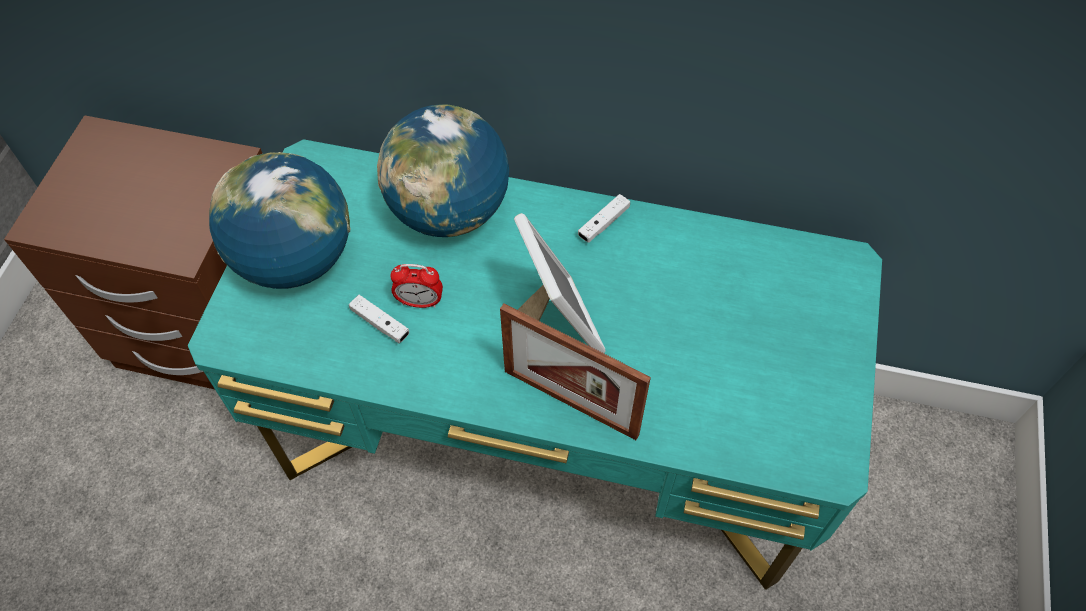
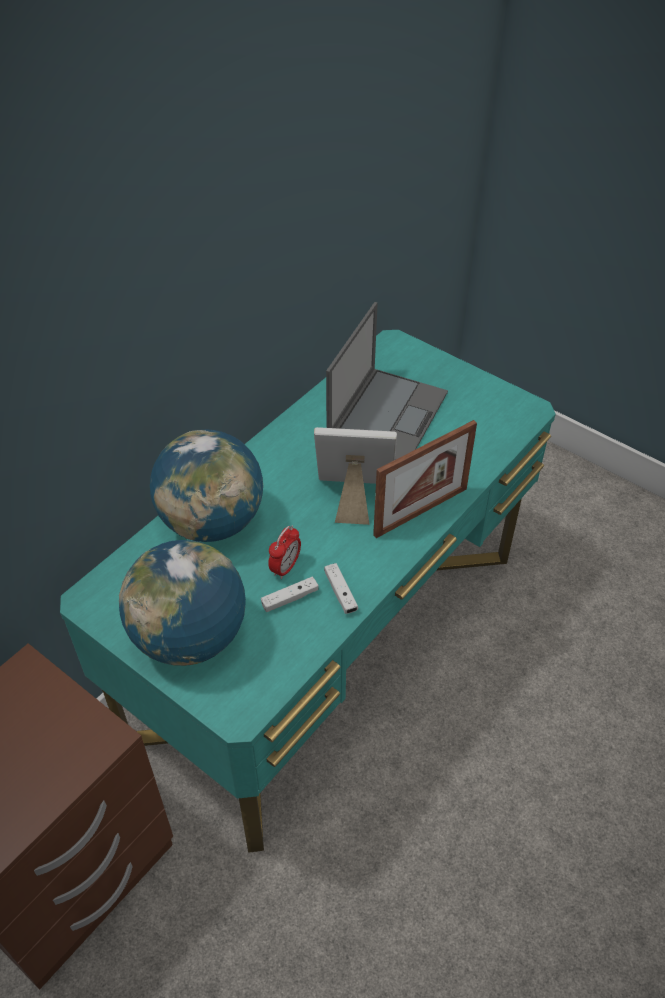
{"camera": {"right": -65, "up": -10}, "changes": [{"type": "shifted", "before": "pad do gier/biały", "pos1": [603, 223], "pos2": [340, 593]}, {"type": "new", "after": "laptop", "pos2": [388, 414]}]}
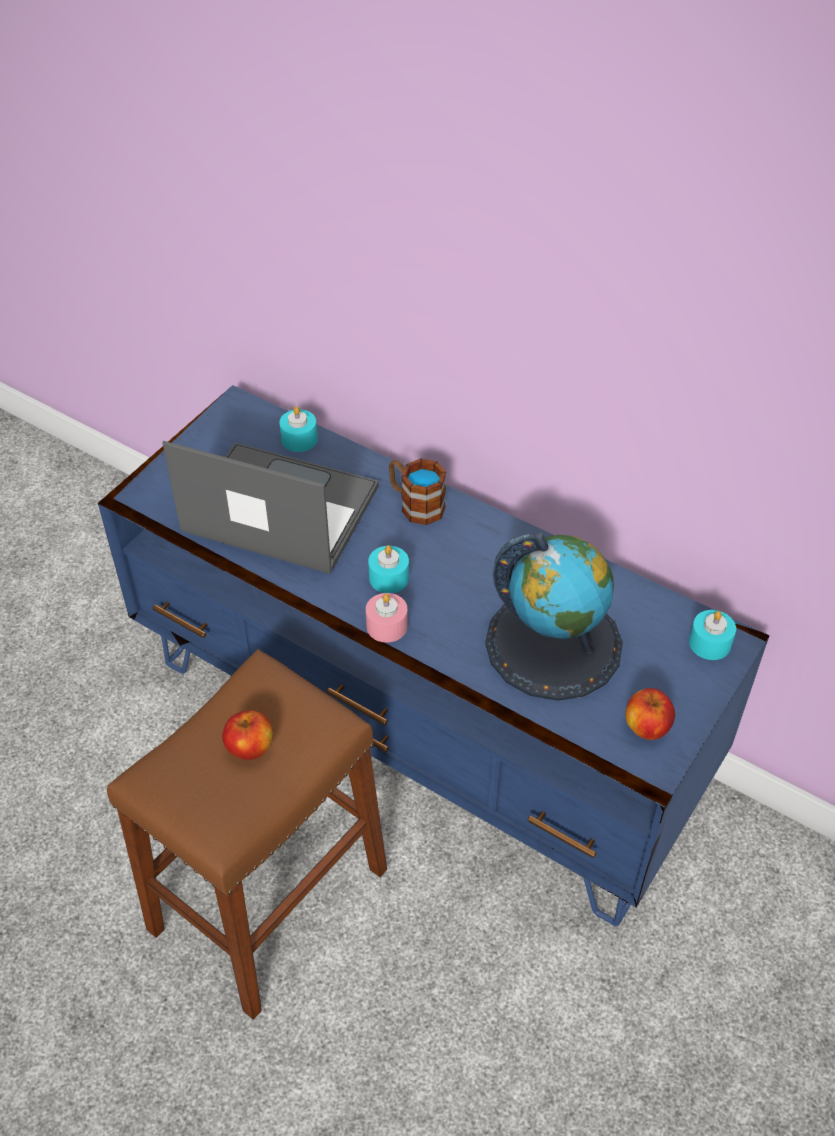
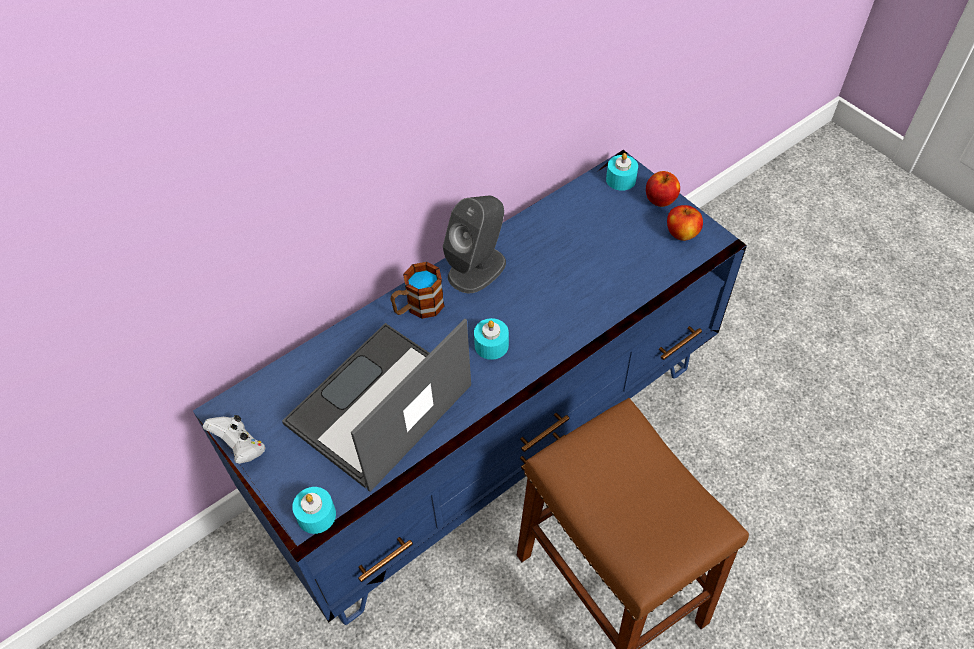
{"camera": {"right": -70, "up": 5}, "changes": [{"type": "shifted", "before": "świeca/turkusowy", "pos1": [299, 439], "pos2": [316, 515]}, {"type": "gone", "before": "globus", "pos1": [554, 643]}, {"type": "gone", "before": "świeca/różowy", "pos1": [387, 626]}, {"type": "shifted", "before": "jabłko", "pos1": [250, 748], "pos2": [660, 200]}, {"type": "new", "after": "głośnik/szary", "pos2": [477, 268]}, {"type": "new", "after": "pad do gier/biały", "pos2": [240, 447]}]}
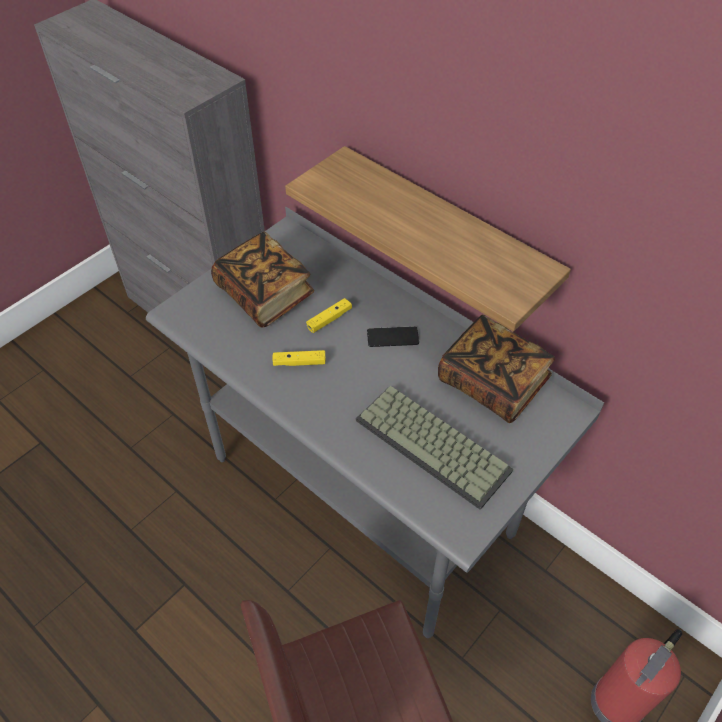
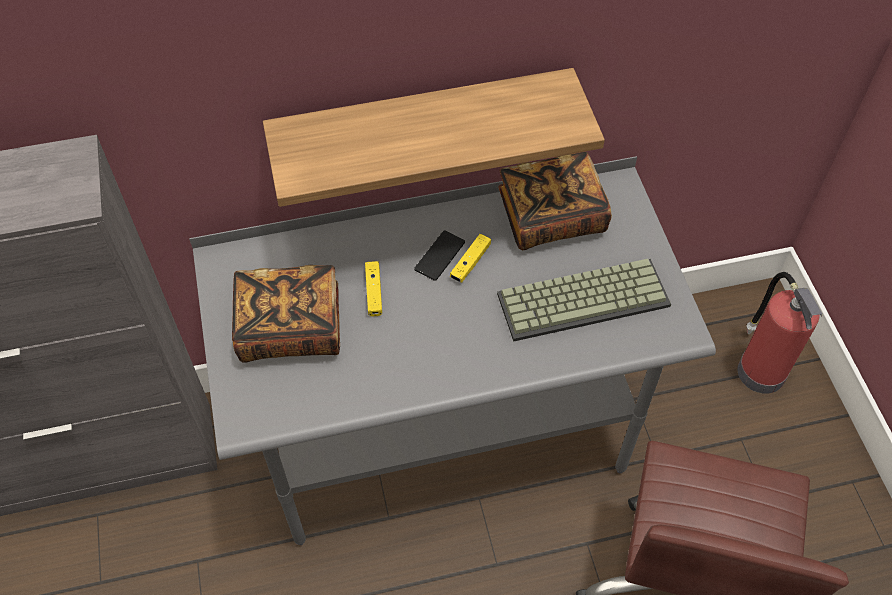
{"camera": {"right": -55, "up": 5}, "changes": [{"type": "shifted", "before": "pad do gier/żółty", "pos1": [299, 362], "pos2": [470, 262]}]}
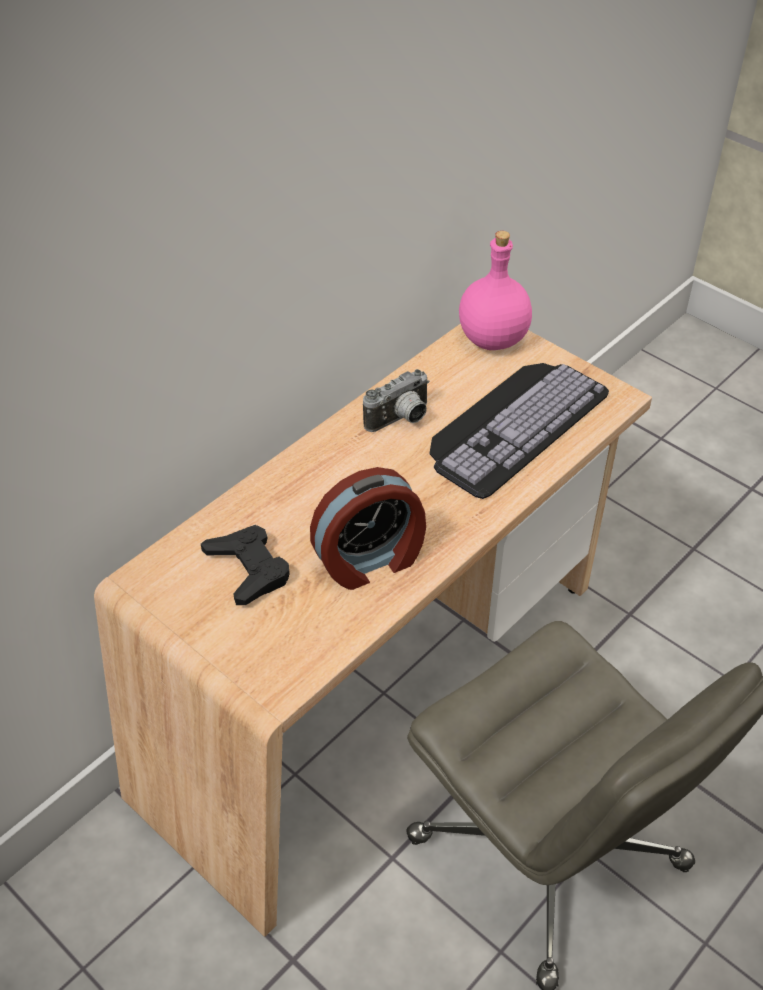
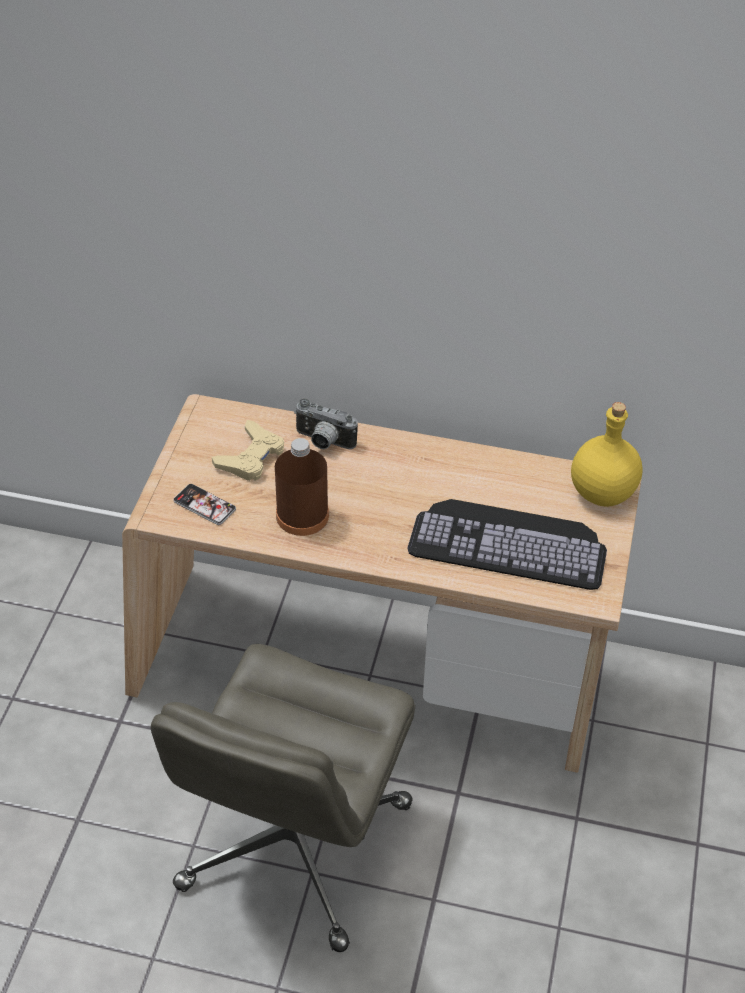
{"camera": {"right": 60, "up": 0}, "changes": [{"type": "repainted", "before": "butelka/różowy", "after": "butelka/żółty", "pos1": [494, 339], "pos2": [603, 493]}, {"type": "shifted", "before": "aparat fotograficzny", "pos1": [401, 420], "pos2": [323, 442]}, {"type": "swapped", "before": "budzik", "after": "butelka/brązowy", "pos1": [370, 561], "pos2": [302, 516]}, {"type": "repainted", "before": "pad do gier/czarny", "after": "pad do gier/beżowy", "pos1": [248, 569], "pos2": [251, 457]}, {"type": "new", "after": "telefon", "pos2": [204, 505]}]}
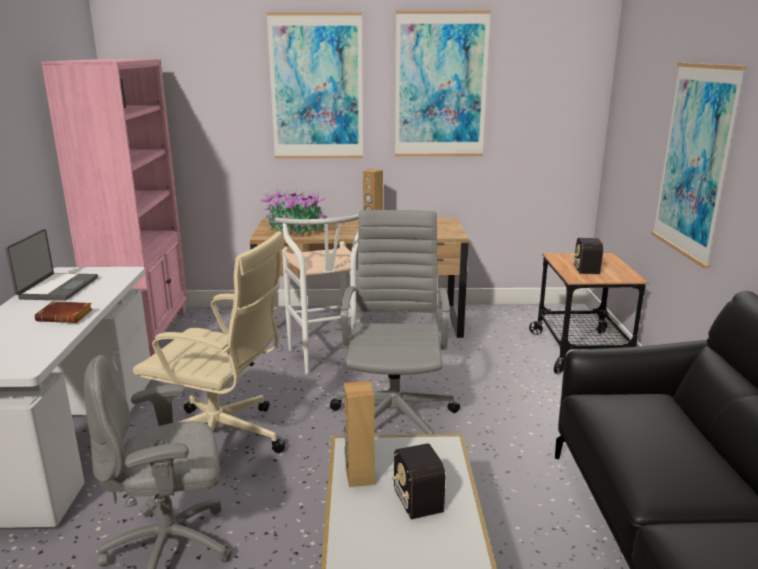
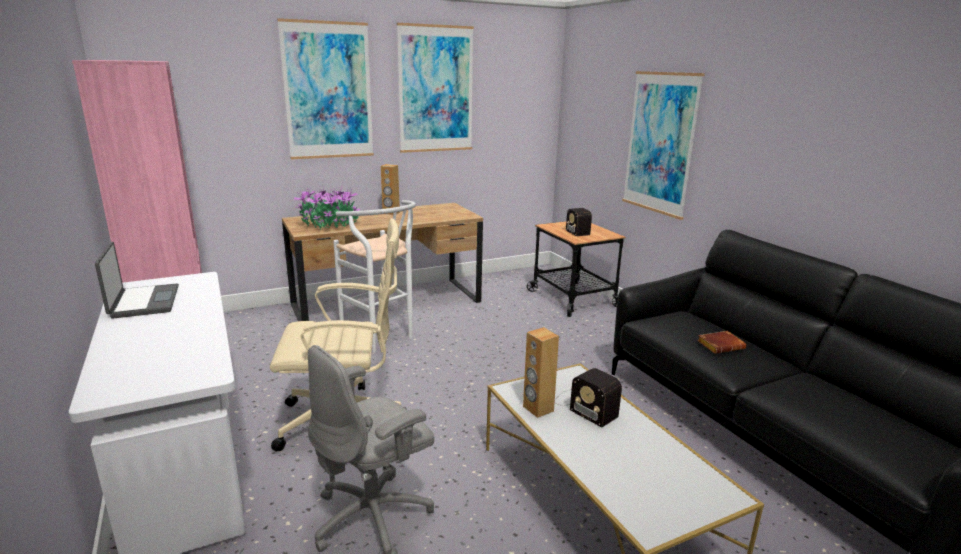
{"camera": {"right": -25, "up": 0}, "changes": [{"type": "gone", "before": "krzesło biurowe/szary", "pos1": [395, 417]}, {"type": "shifted", "before": "książka/brązowy", "pos1": [67, 316], "pos2": [720, 345]}]}
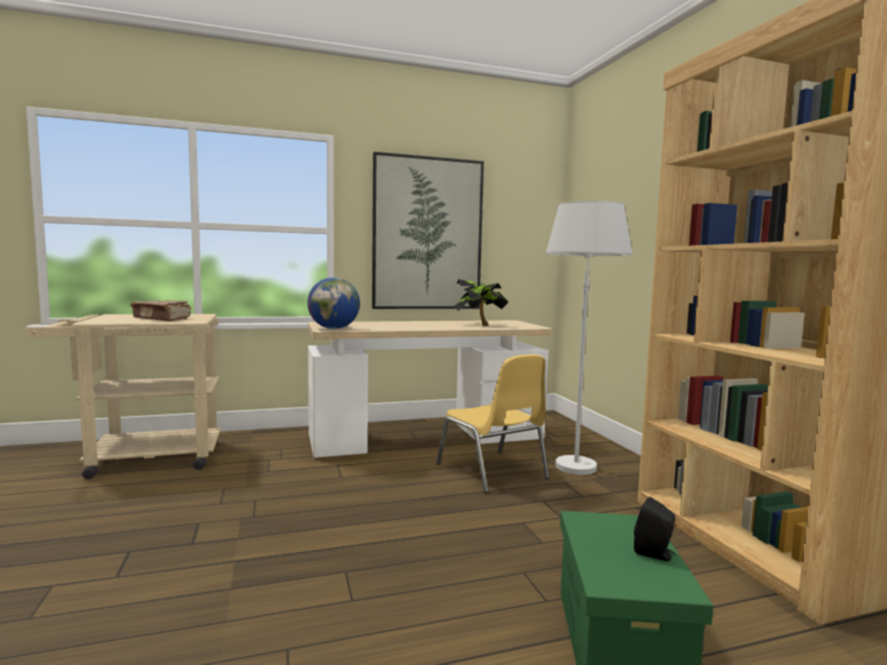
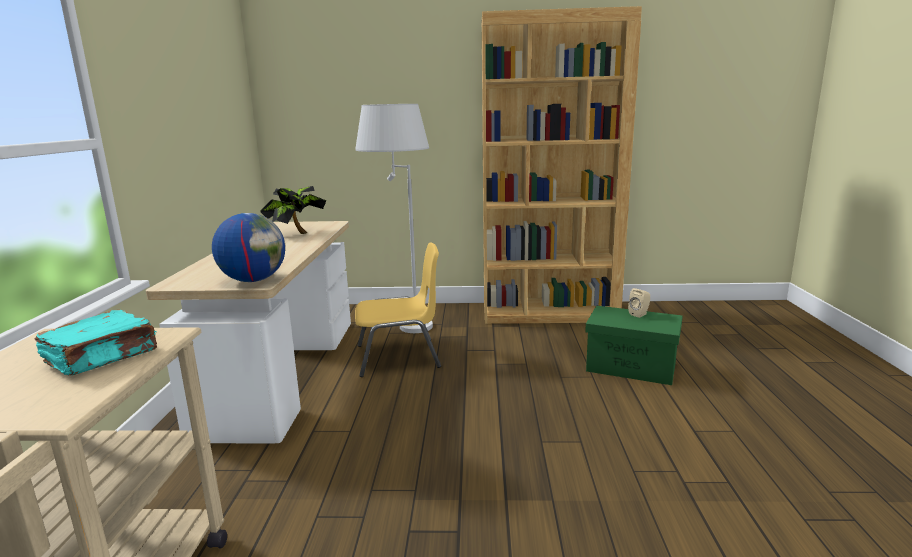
{"camera": {"right": -70, "up": 10}, "changes": [{"type": "gone", "before": "obraz", "pos1": [427, 234]}, {"type": "repainted", "before": "książka/brązowy", "after": "książka/turkusowy", "pos1": [162, 319], "pos2": [103, 357]}, {"type": "repainted", "before": "głośnik/czarny", "after": "głośnik/beżowy", "pos1": [654, 554], "pos2": [639, 314]}]}
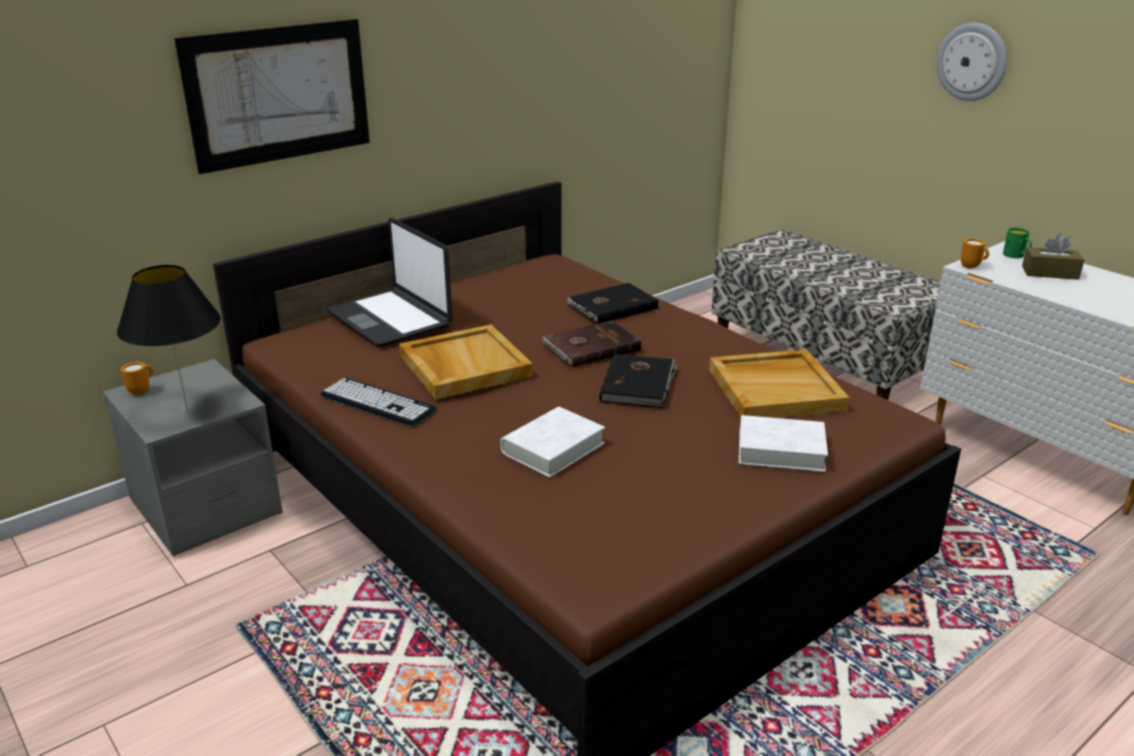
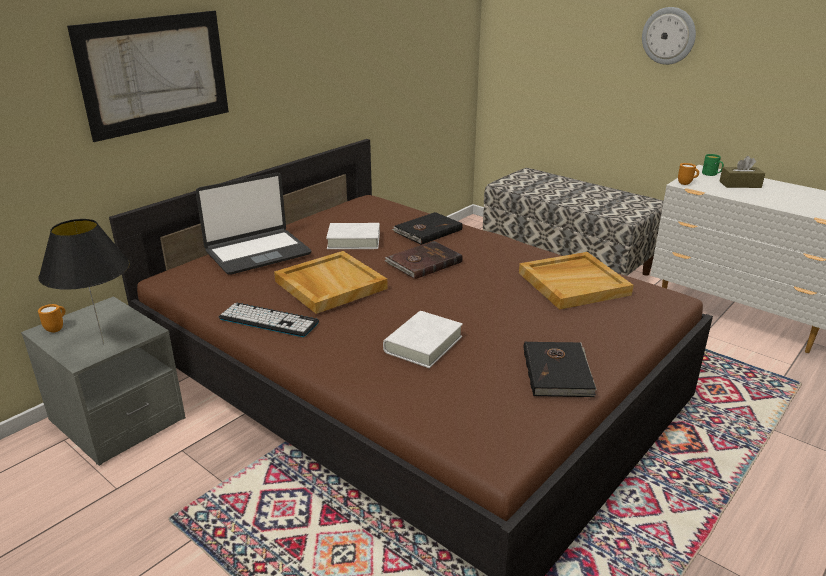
{"camera": {"right": -10, "up": 0}, "changes": [{"type": "rotated", "before": "laptop", "pos1": [391, 319], "pos2": [257, 252], "turn": -75}, {"type": "shifted", "before": "książka/czarny", "pos1": [639, 384], "pos2": [558, 372]}, {"type": "shifted", "before": "książka/biały", "pos1": [781, 450], "pos2": [354, 240]}]}
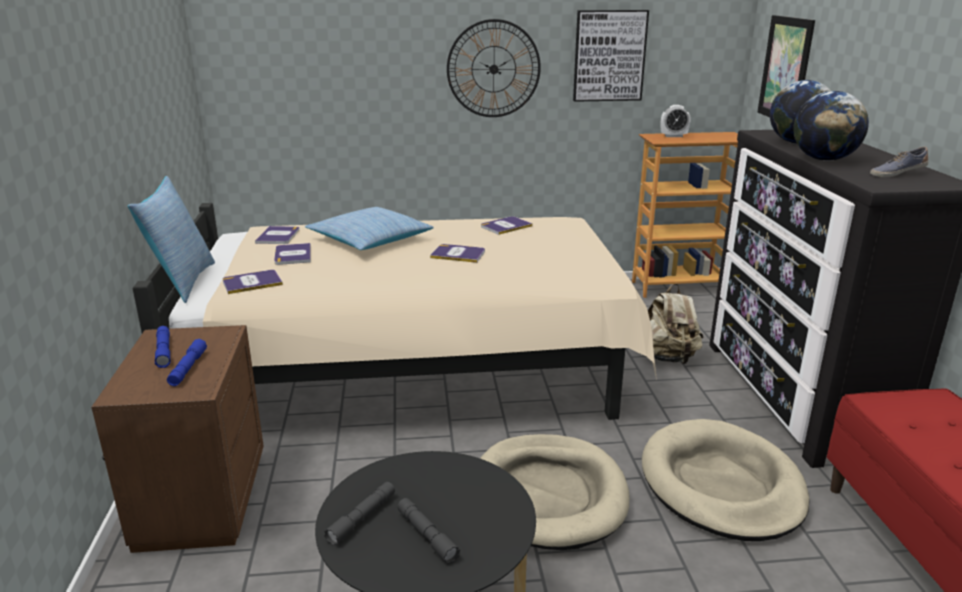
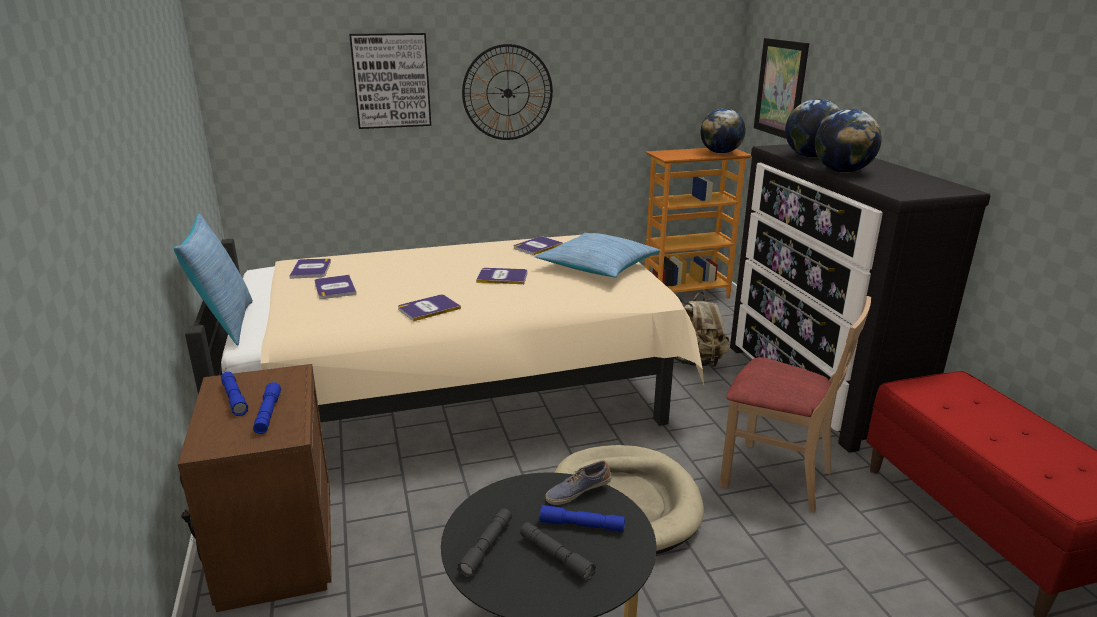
{"camera": {"right": -10, "up": 0}, "changes": [{"type": "shifted", "before": "obraz", "pos1": [609, 56], "pos2": [391, 81]}, {"type": "gone", "before": "budzik", "pos1": [673, 136]}, {"type": "shifted", "before": "but", "pos1": [896, 174], "pos2": [577, 492]}, {"type": "shifted", "before": "poduszka", "pos1": [369, 240], "pos2": [597, 266]}, {"type": "shifted", "before": "książka", "pos1": [252, 282], "pos2": [428, 308]}, {"type": "swapped", "before": "legowisko/beżowy", "after": "krzesło/beżowy", "pos1": [721, 484], "pos2": [776, 476]}, {"type": "new", "after": "globus", "pos2": [720, 153]}, {"type": "new", "after": "latarka/niebieski", "pos2": [582, 525]}]}
